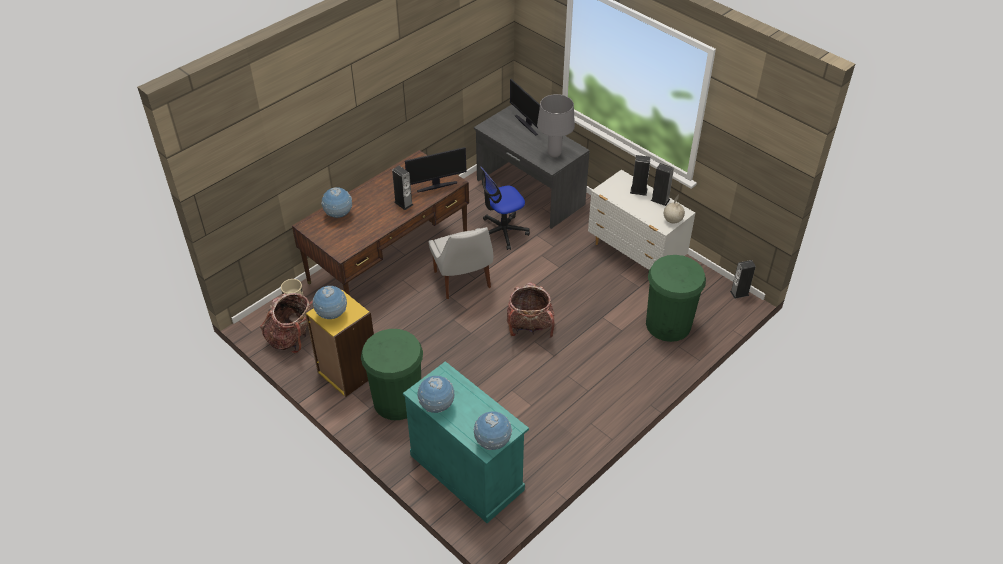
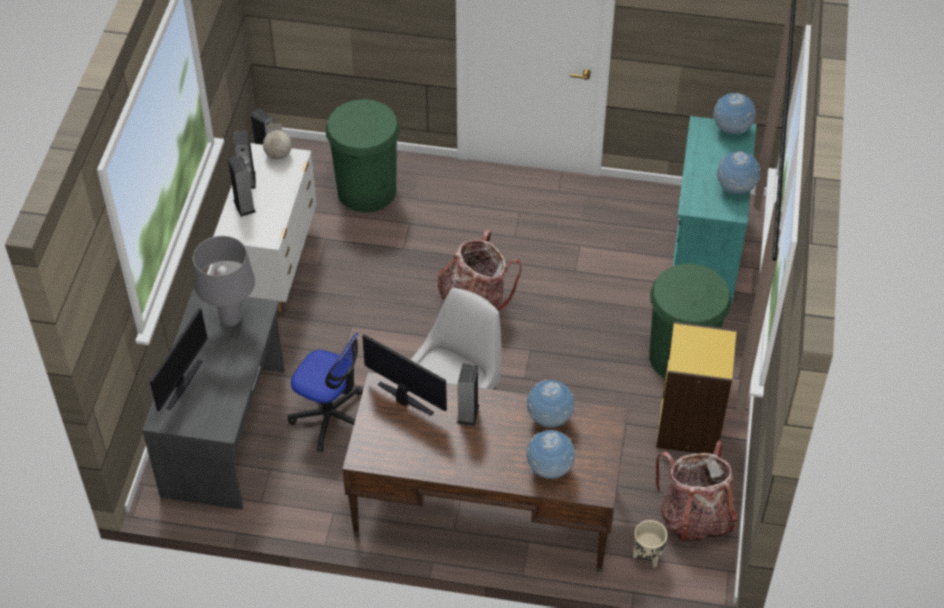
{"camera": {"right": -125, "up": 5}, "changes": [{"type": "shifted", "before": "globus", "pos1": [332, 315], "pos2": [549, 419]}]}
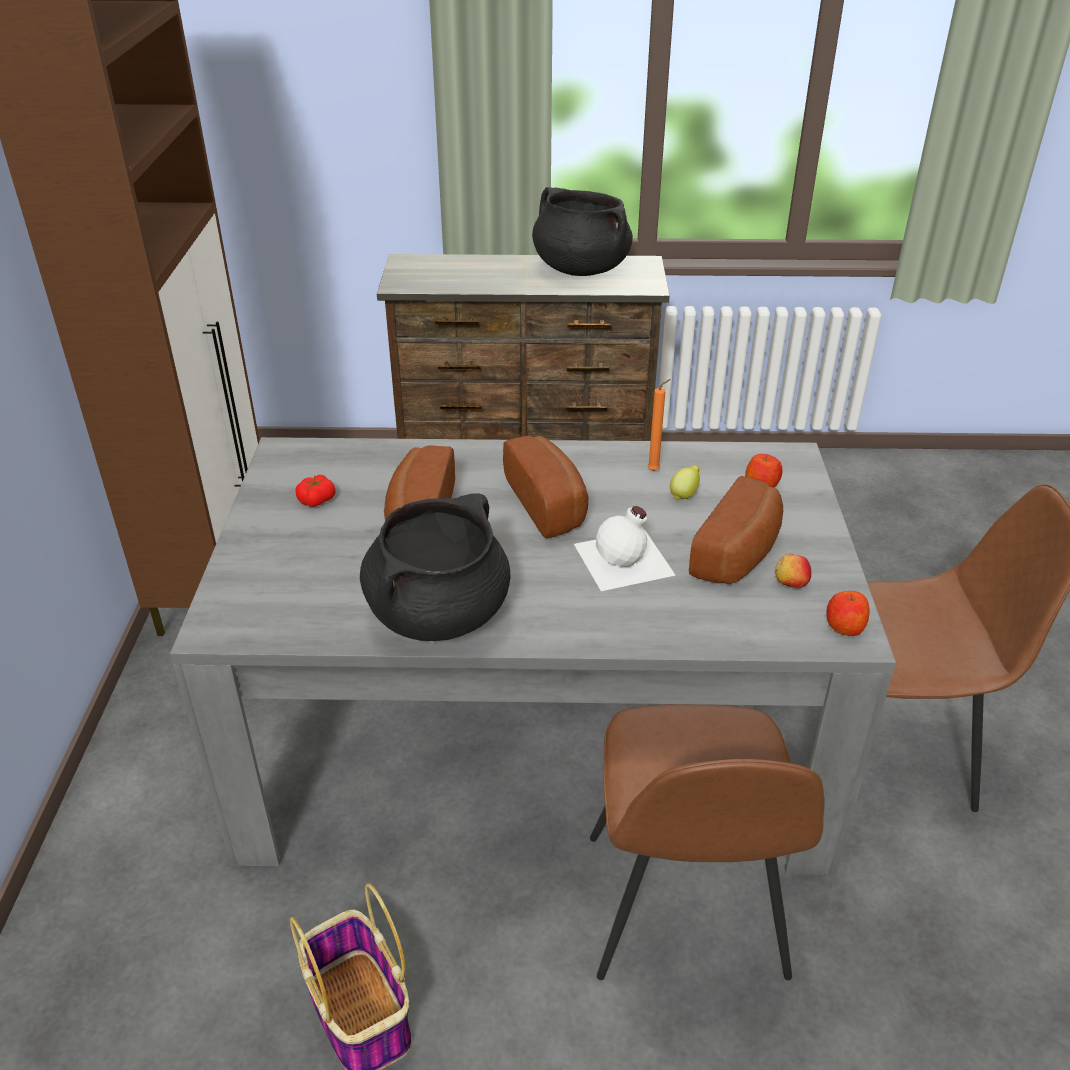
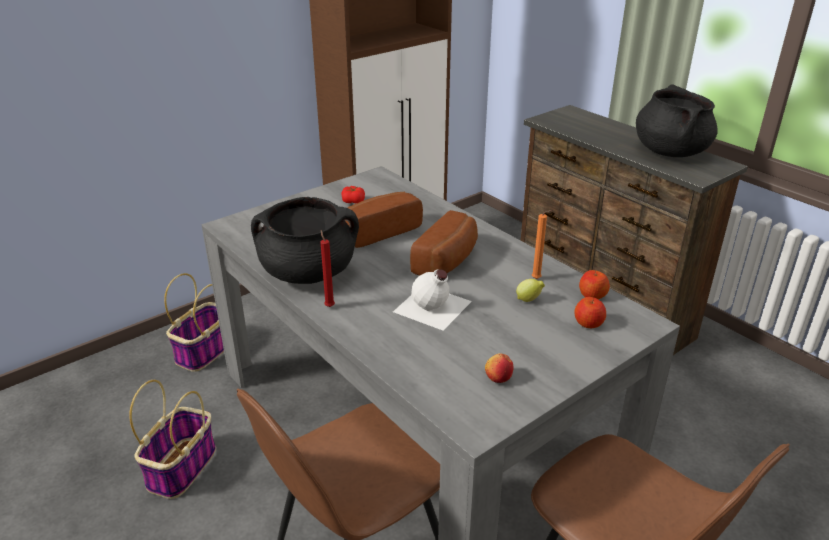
{"camera": {"right": 50, "up": -5}, "changes": [{"type": "gone", "before": "chleb", "pos1": [740, 554]}, {"type": "shifted", "before": "jabłko", "pos1": [844, 626], "pos2": [592, 295]}, {"type": "new", "after": "świeca/czerwony", "pos2": [329, 306]}, {"type": "new", "after": "koszyk", "pos2": [206, 350]}]}
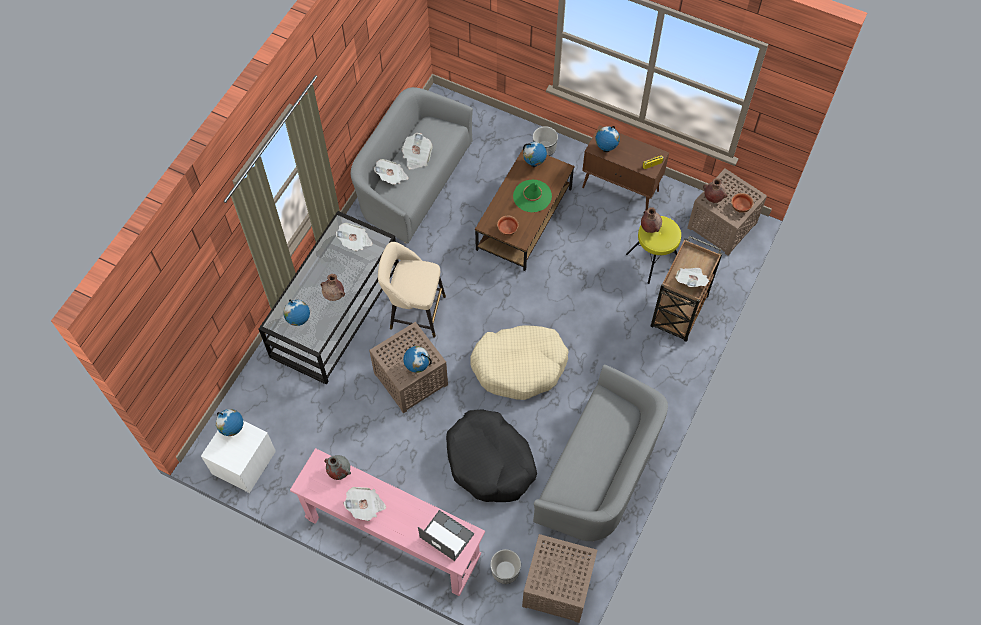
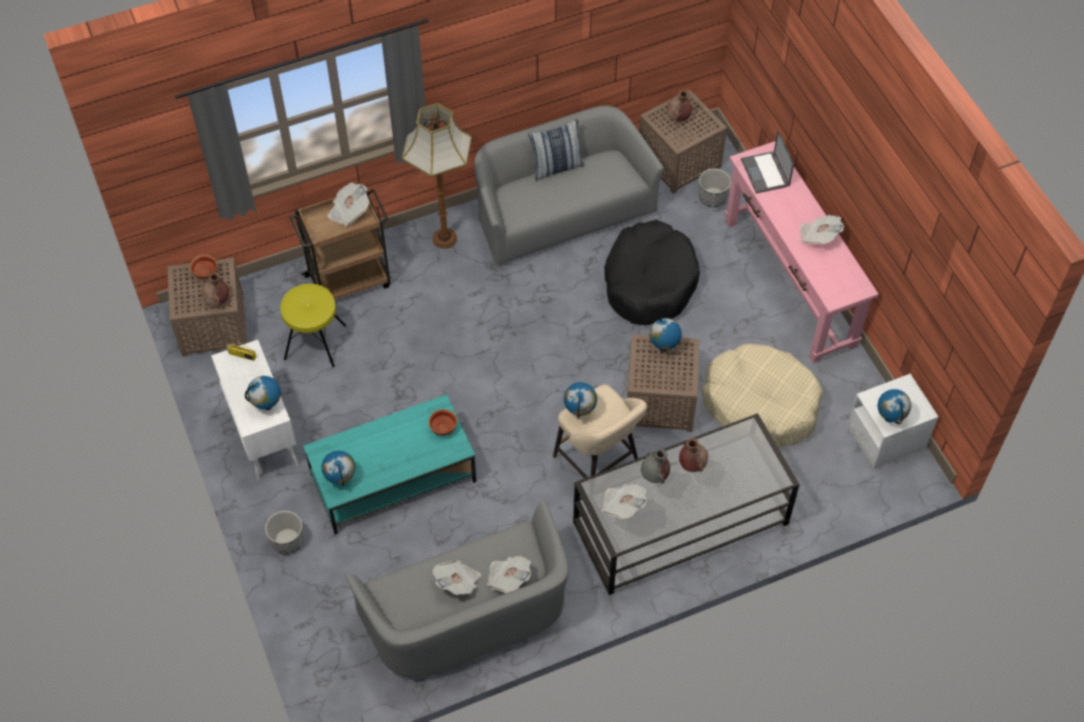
{"camera": {"right": -140, "up": -5}, "changes": [{"type": "repainted", "before": "szafka/brązowy", "after": "szafka/biały", "pos1": [621, 189], "pos2": [262, 433]}, {"type": "repainted", "before": "ława/brązowy", "after": "ława/turkusowy", "pos1": [524, 218], "pos2": [393, 478]}, {"type": "gone", "before": "kapelusz/zielony", "pos1": [532, 196]}, {"type": "shifted", "before": "wazon/brązowy", "pos1": [649, 227], "pos2": [678, 118]}, {"type": "shifted", "before": "globus", "pos1": [299, 321], "pos2": [580, 412]}, {"type": "shifted", "before": "legowisko/beżowy", "pos1": [519, 366], "pos2": [760, 403]}, {"type": "shifted", "before": "wazon/szary", "pos1": [338, 471], "pos2": [655, 475]}, {"type": "new", "after": "lampa stojąca", "pos2": [444, 238]}, {"type": "new", "after": "poduszka", "pos2": [556, 167]}]}
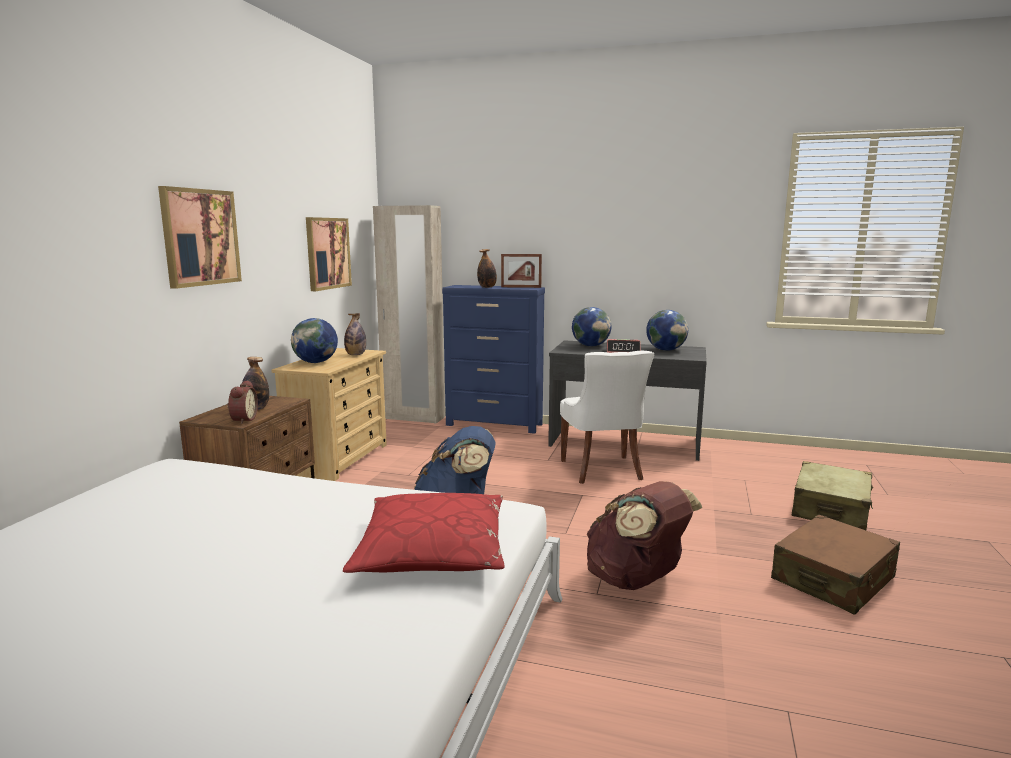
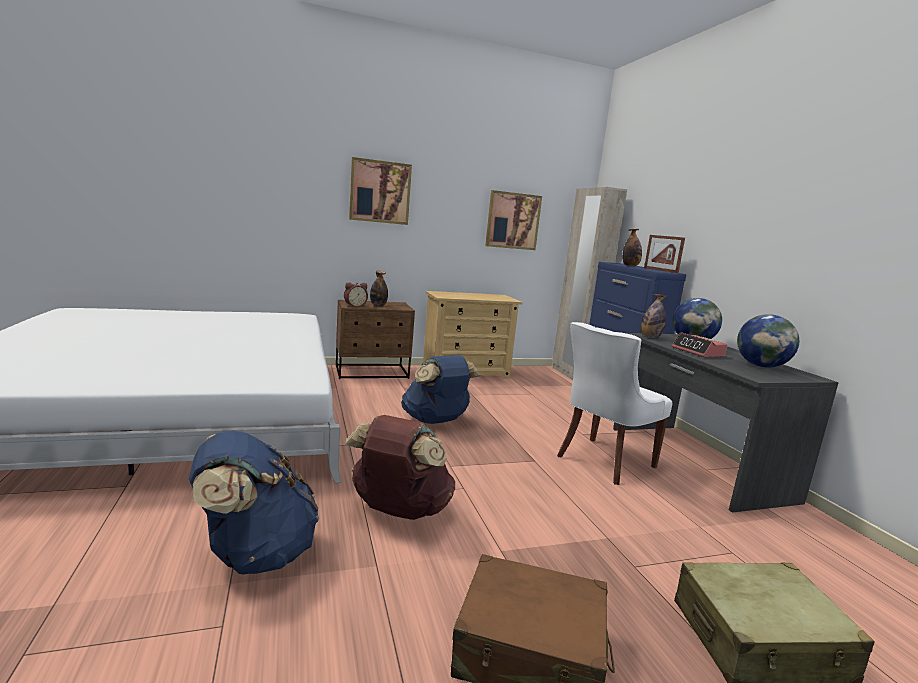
{"camera": {"right": 55, "up": 0}, "changes": [{"type": "shifted", "before": "butelka", "pos1": [355, 355], "pos2": [650, 337]}, {"type": "gone", "before": "globus", "pos1": [316, 362]}, {"type": "gone", "before": "poduszka/czerwony", "pos1": [432, 550]}, {"type": "new", "after": "plecak/niebieski", "pos2": [254, 554]}]}
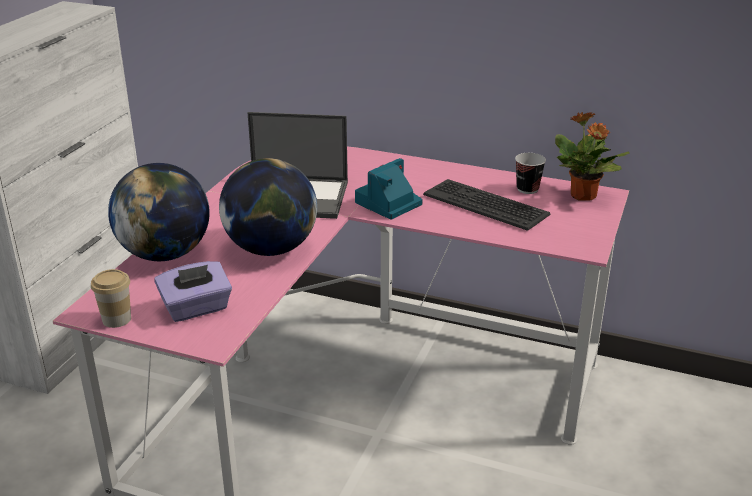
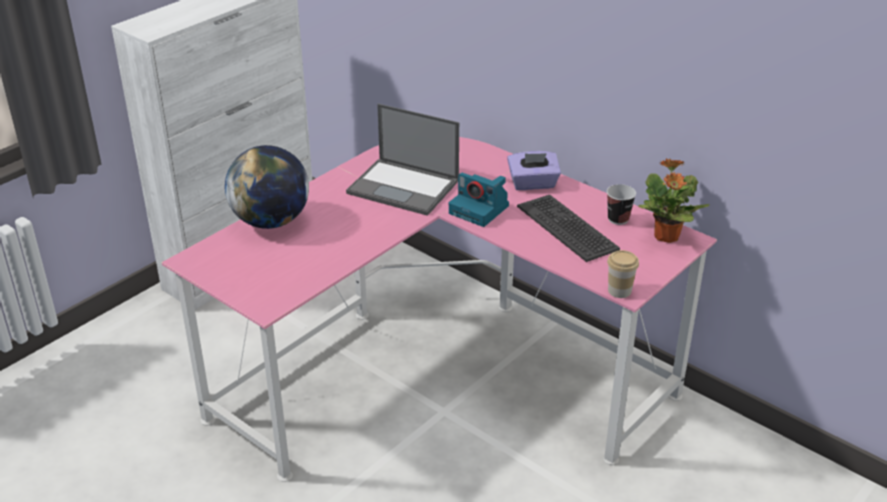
{"camera": {"right": 20, "up": 5}, "changes": [{"type": "gone", "before": "globus", "pos1": [271, 249]}, {"type": "rotated", "before": "aparat fotograficzny", "pos1": [388, 204], "pos2": [480, 210], "turn": -120}, {"type": "shifted", "before": "pudełko chusteczek/fioletowy", "pos1": [196, 308], "pos2": [533, 184]}, {"type": "shifted", "before": "filiżanka", "pos1": [116, 319], "pos2": [619, 291]}]}
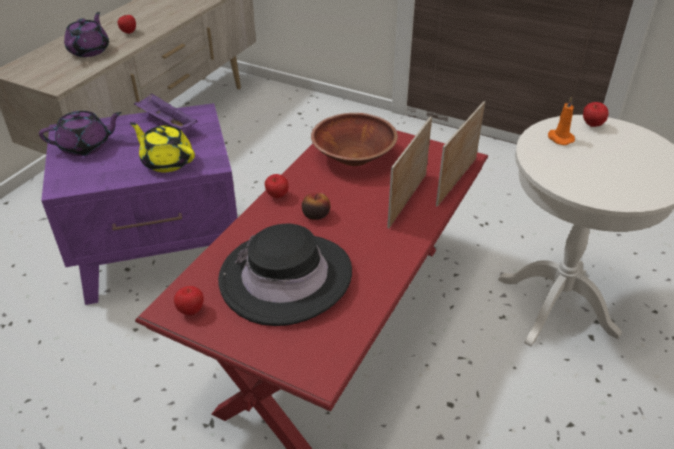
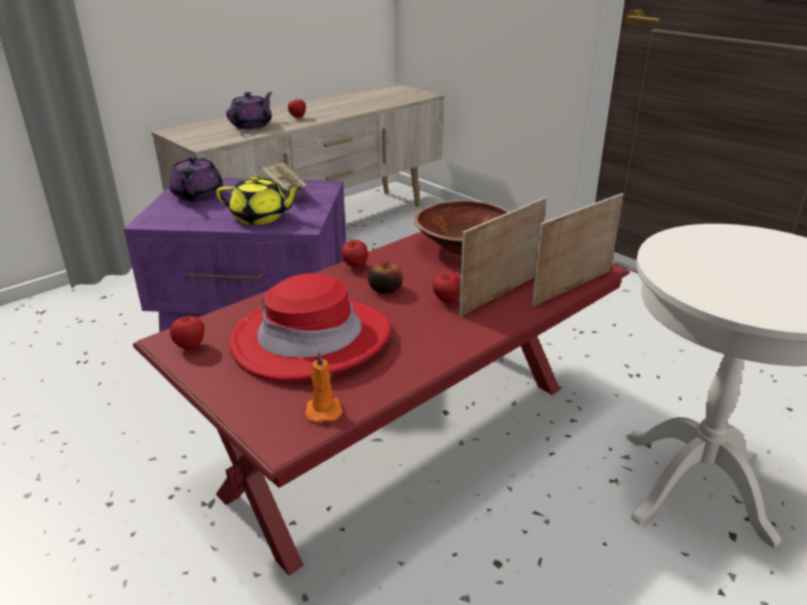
{"camera": {"right": 20, "up": -10}, "changes": [{"type": "repainted", "before": "taca/fioletowy", "after": "taca/beżowy", "pos1": [166, 124], "pos2": [284, 190]}, {"type": "shifted", "before": "świeca/pomarańczowy", "pos1": [559, 138], "pos2": [323, 410]}, {"type": "shifted", "before": "jabłko", "pos1": [591, 126], "pos2": [446, 301]}, {"type": "rotated", "before": "imbryk/fioletowy", "pos1": [86, 146], "pos2": [197, 196], "turn": 90}, {"type": "rotated", "before": "imbryk/żółty", "pos1": [167, 161], "pos2": [261, 217], "turn": 135}, {"type": "repainted", "before": "kapelusz/czarny", "after": "kapelusz/czerwony", "pos1": [286, 278], "pos2": [311, 338]}]}
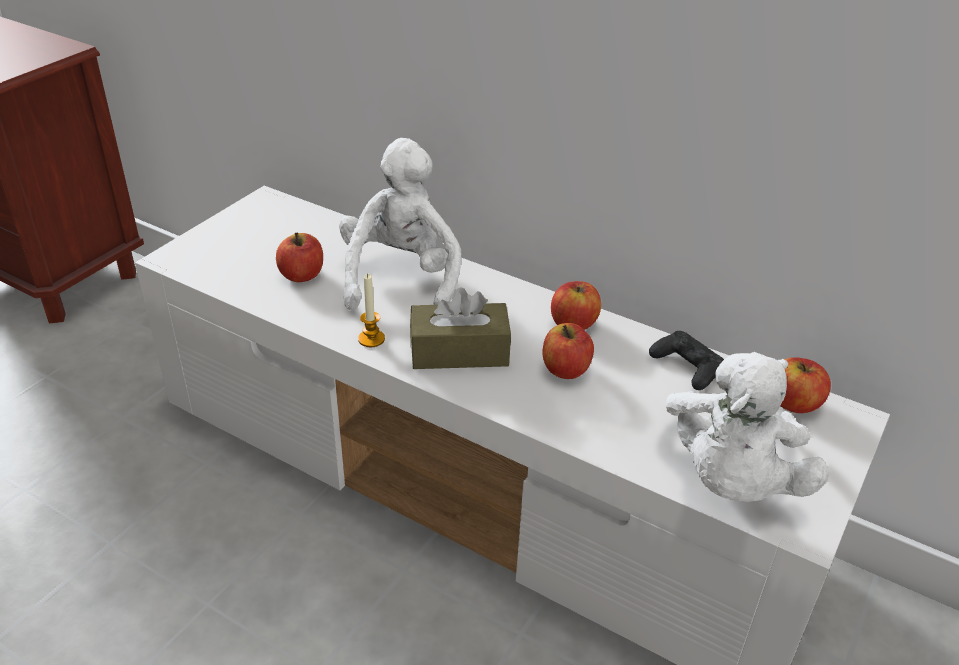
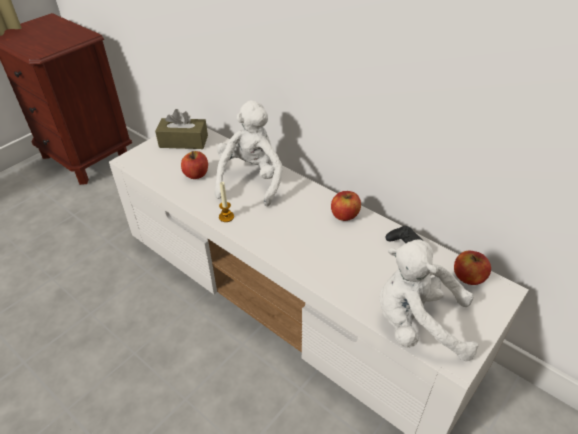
{"camera": {"right": 10, "up": 5}, "changes": [{"type": "shifted", "before": "pudełko chusteczek/brązowy", "pos1": [459, 352], "pos2": [183, 141]}, {"type": "gone", "before": "jabłko", "pos1": [566, 369]}, {"type": "rotated", "before": "pluszak/biały", "pos1": [730, 480], "pos2": [418, 324], "turn": 75}]}
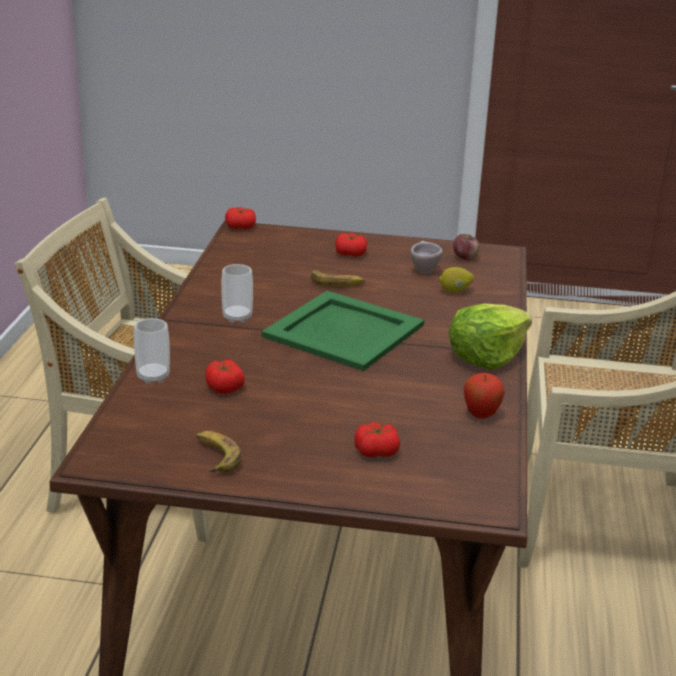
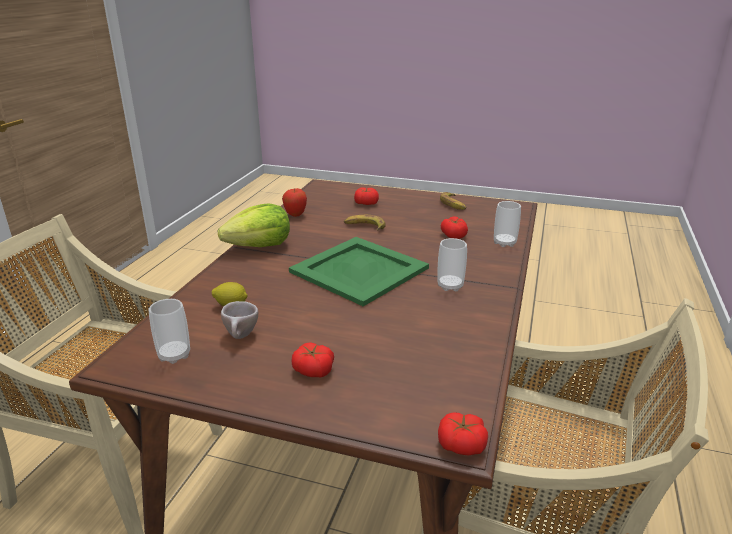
{"camera": {"right": -170, "up": 0}, "changes": [{"type": "swapped", "before": "jabłko", "after": "filiżanka", "pos1": [465, 258], "pos2": [174, 355]}, {"type": "shifted", "before": "banan", "pos1": [337, 283], "pos2": [364, 226]}]}
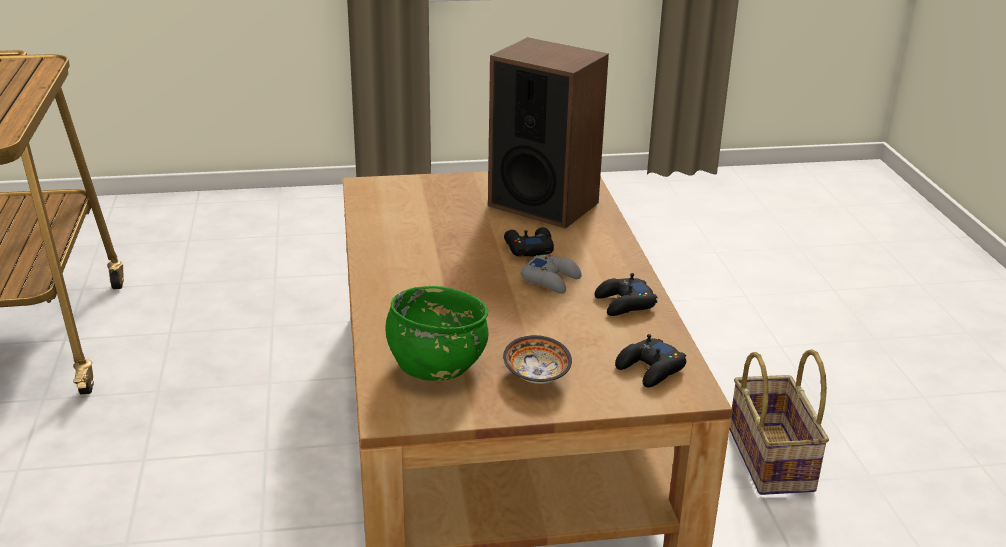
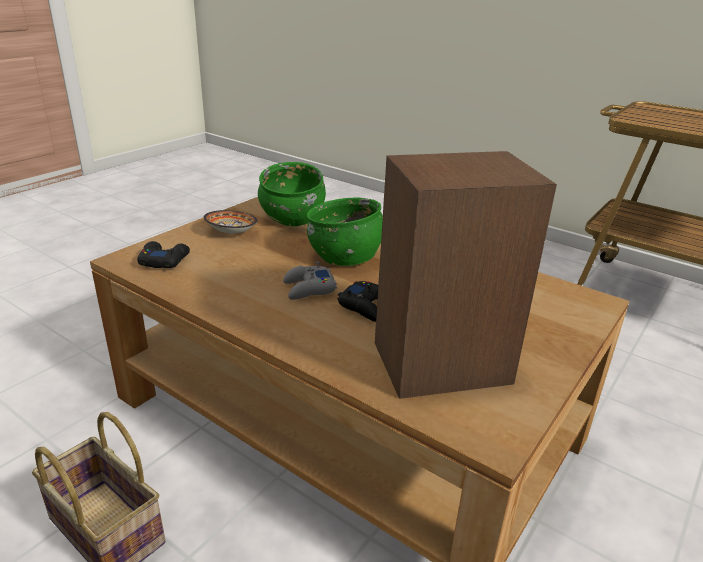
{"camera": {"right": 135, "up": 0}, "changes": [{"type": "gone", "before": "pad do gier/czarny", "pos1": [624, 303]}, {"type": "new", "after": "miska/zielony", "pos2": [345, 257]}]}
